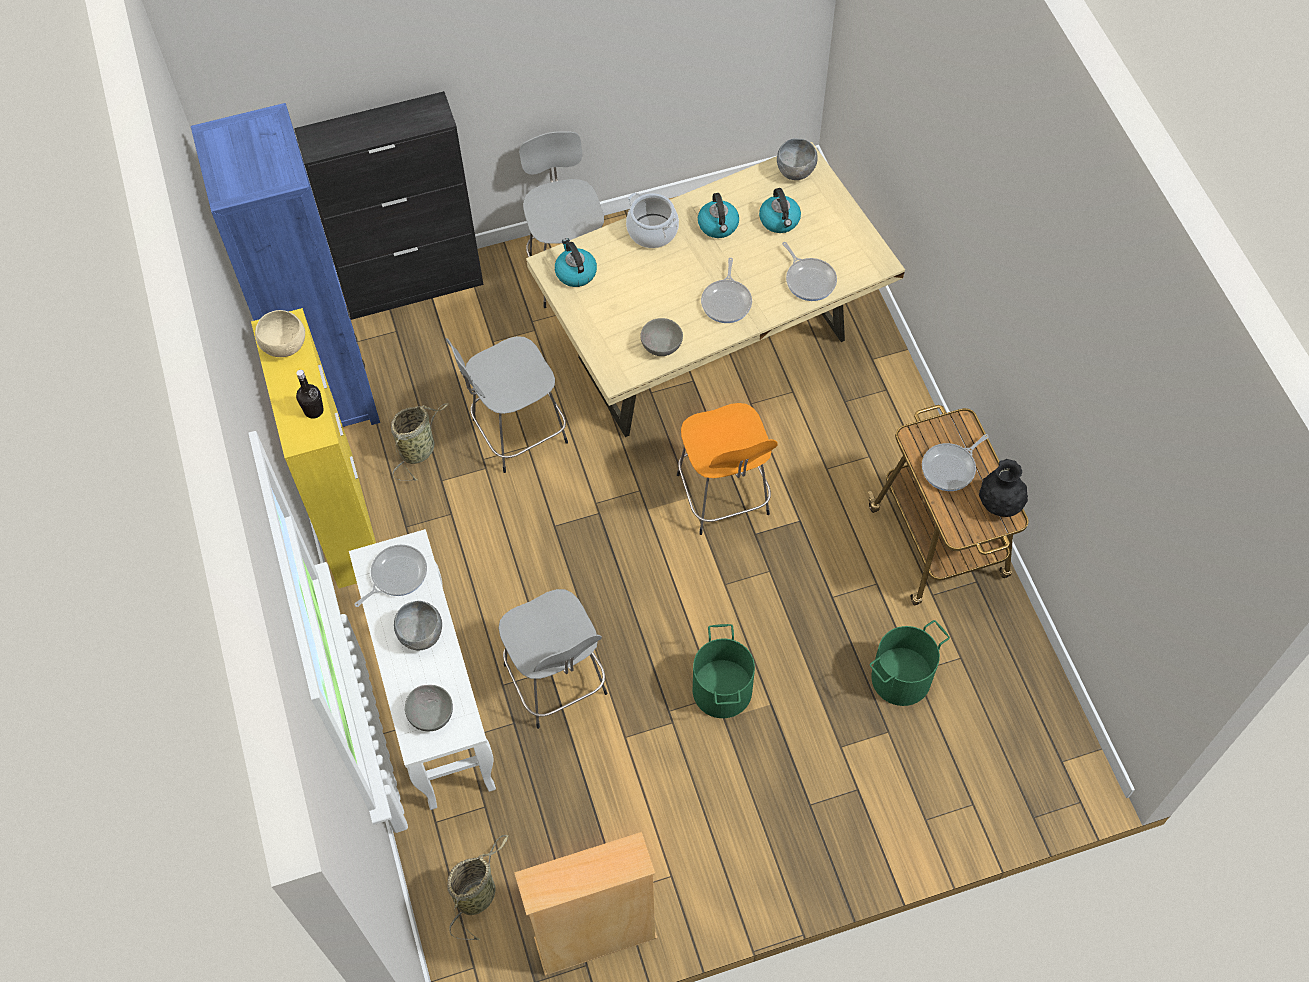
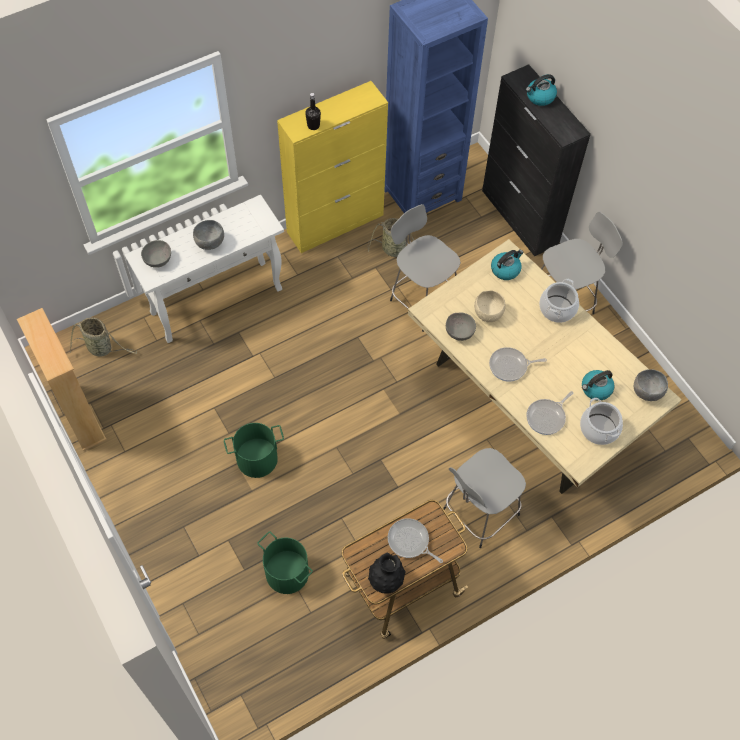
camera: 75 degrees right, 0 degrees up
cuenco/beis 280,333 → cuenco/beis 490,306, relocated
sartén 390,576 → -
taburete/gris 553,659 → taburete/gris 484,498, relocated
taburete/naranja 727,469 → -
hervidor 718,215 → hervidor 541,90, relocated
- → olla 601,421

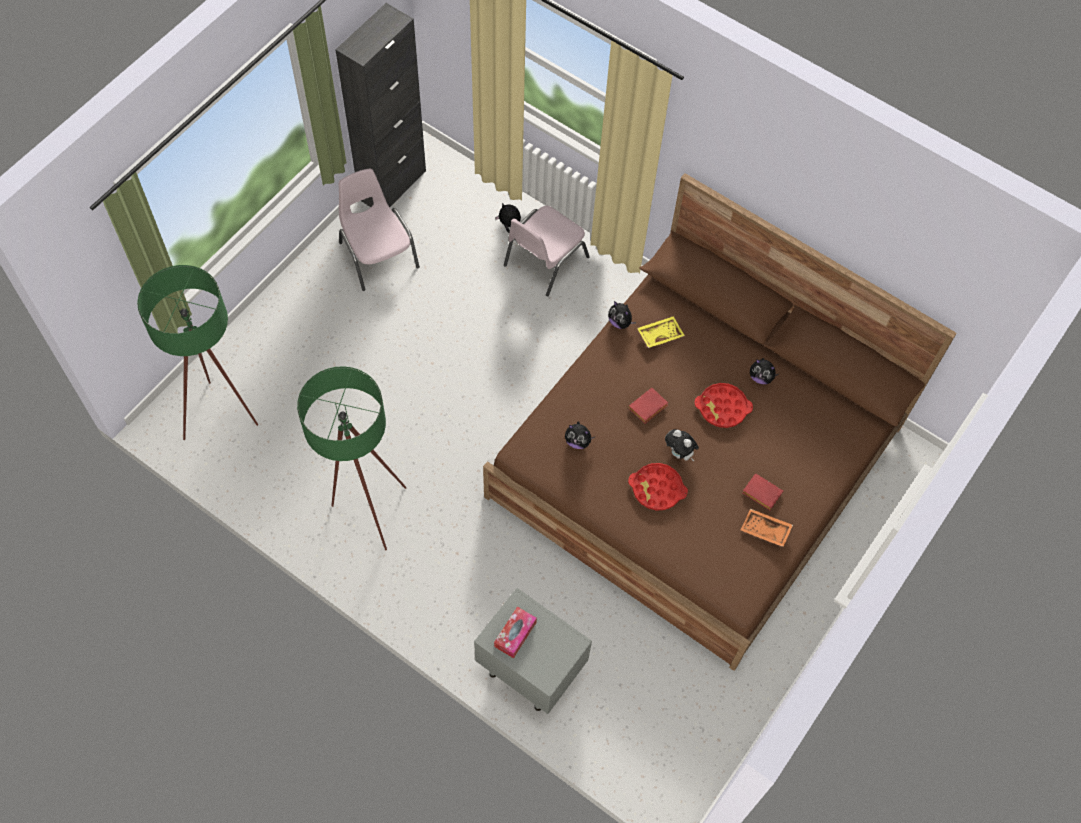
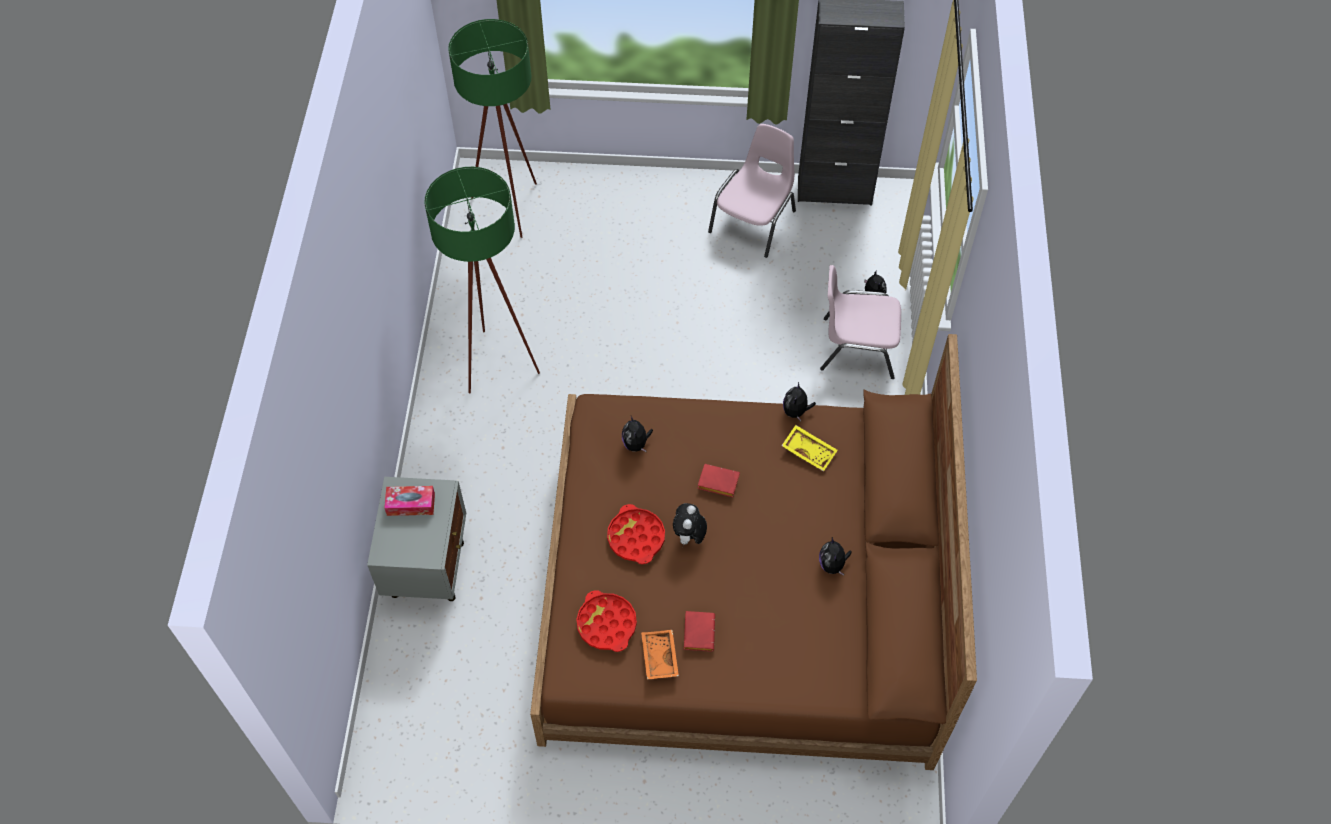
camera: 60 degrees right, 5 degrees down
bandeja/rojo 724,405 → bandeja/rojo 606,621, relocated

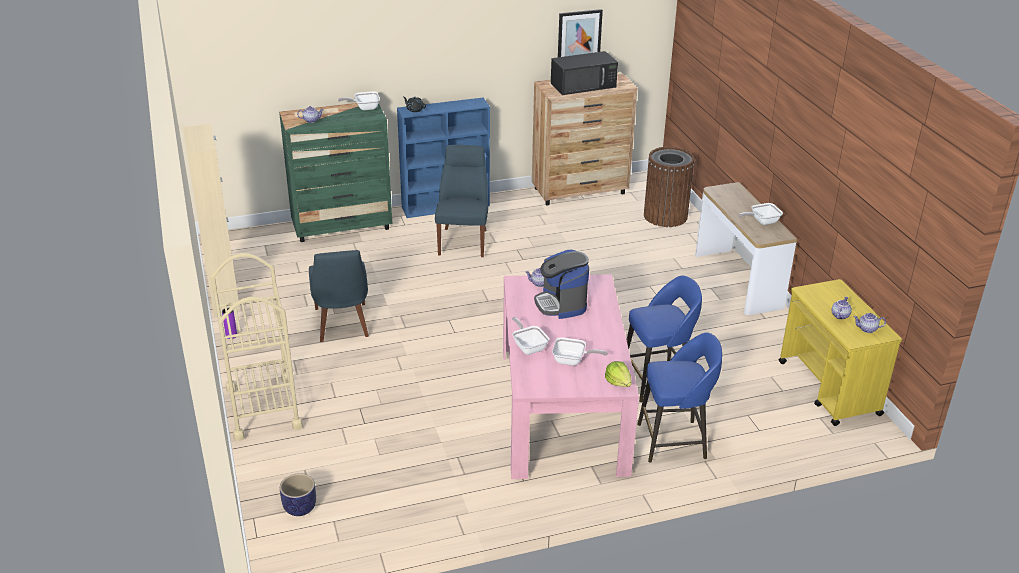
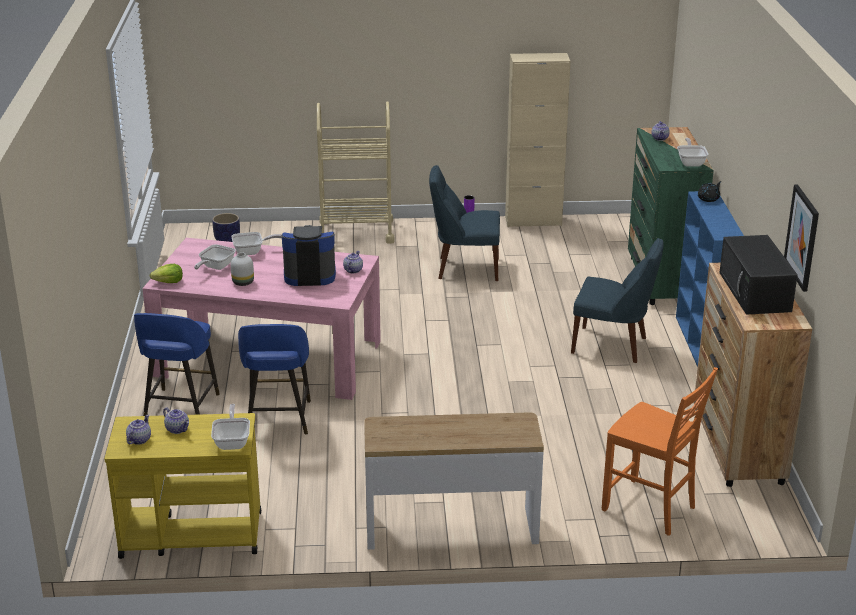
camera: 105 degrees right, 5 degrees down
papelera/marrón 669,187 → silla/naranja 660,451
sartén 761,214 → sartén 230,427, relocated
- → florero/blanco 242,269

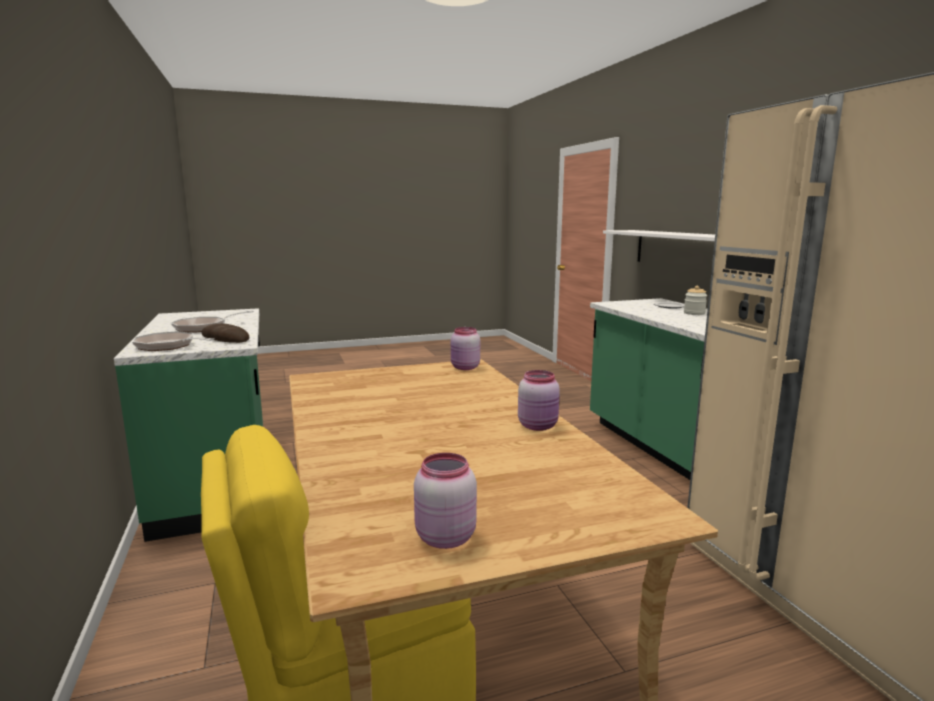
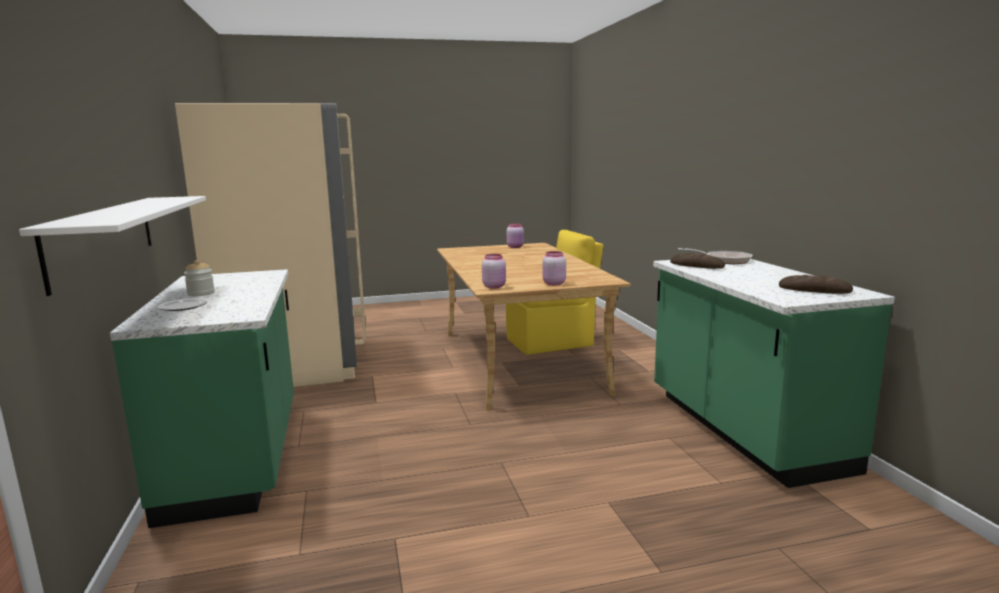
camera: 175 degrees left, 0 degrees up
sartén 212,321 → -
tarro/rosa 539,400 → tarro/rosa 554,268, relocated
- → pan 816,284

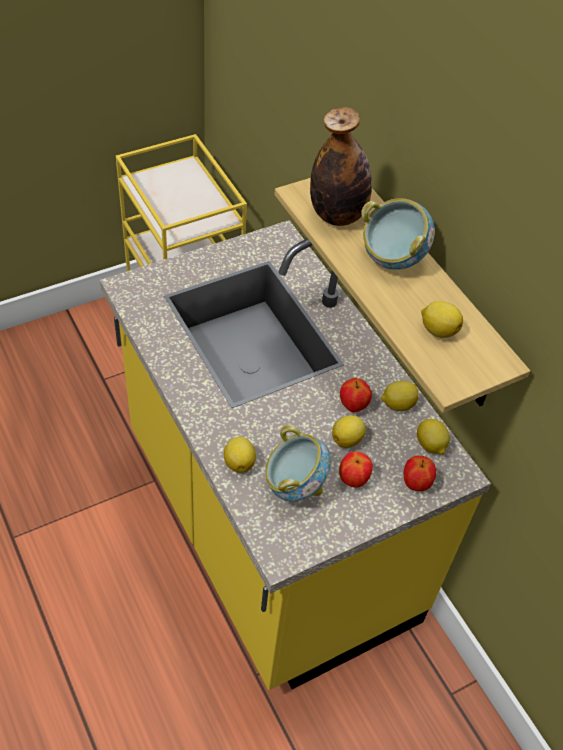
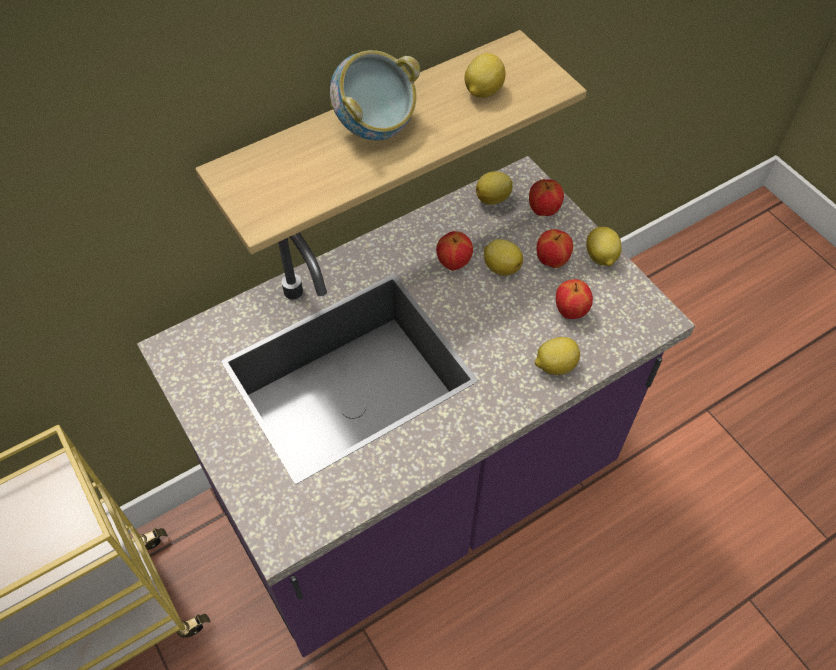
camera: 90 degrees left, 5 degrees up
mueble bajo de cocina/amarillo 295,455 → mueble bajo de cocina/morado 416,406
cuenco 298,463 → manzana 574,299
botella 341,166 → -
limón 399,396 → limón 604,247, relocated

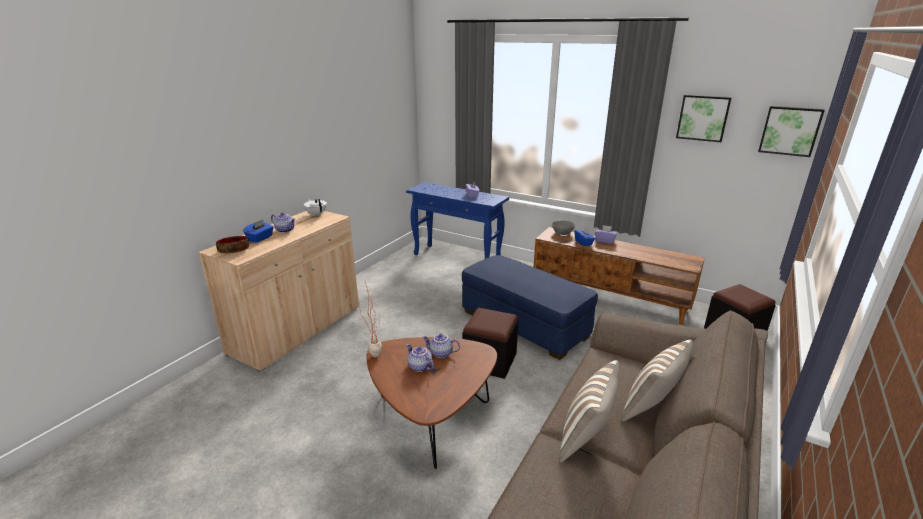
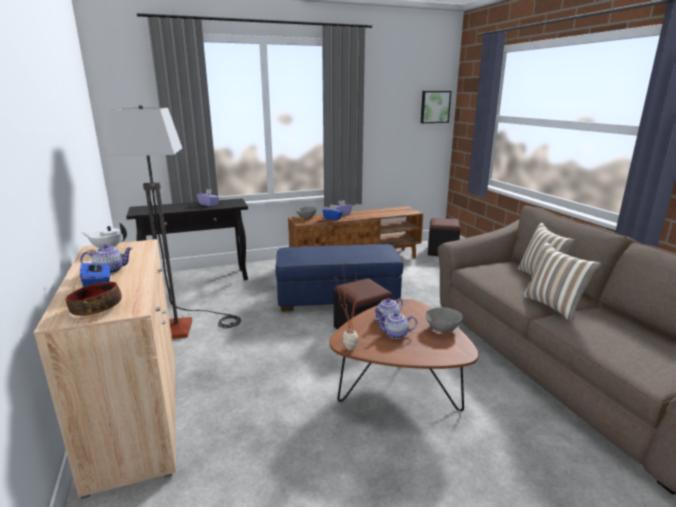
camera: 50 degrees left, 5 degrees down
mesa consola/azul 457,220 → mesa consola/negro 187,239
cuadro 704,118 → -
- → lámpara de pie 173,222
- → cuenco/gris 444,319

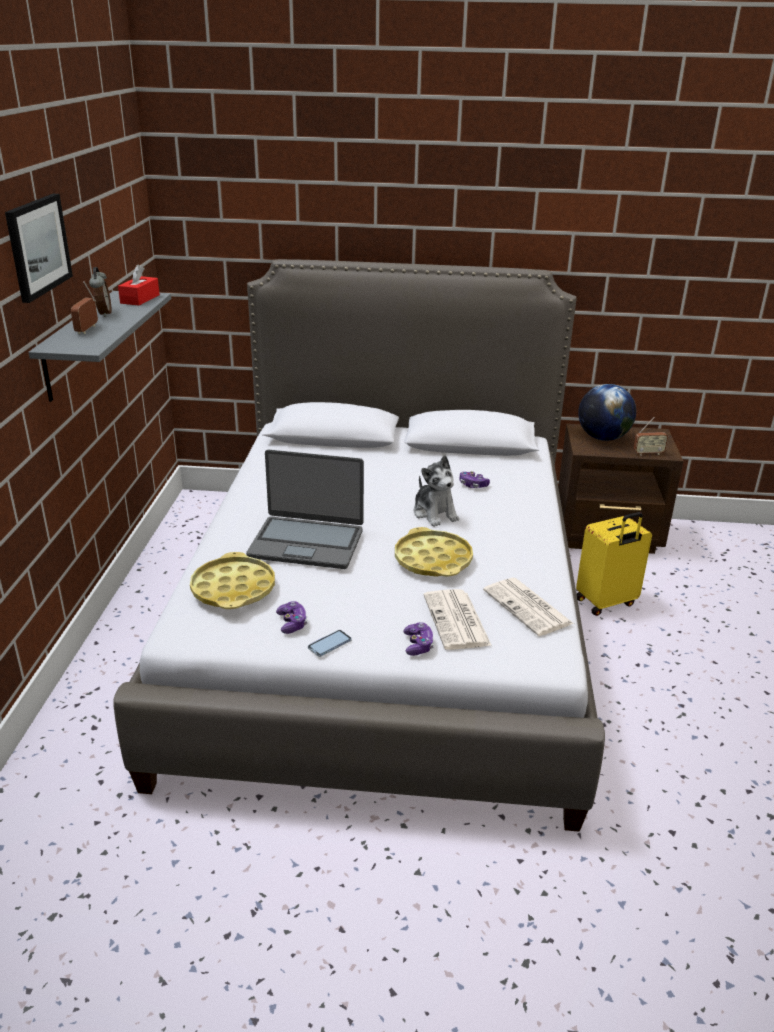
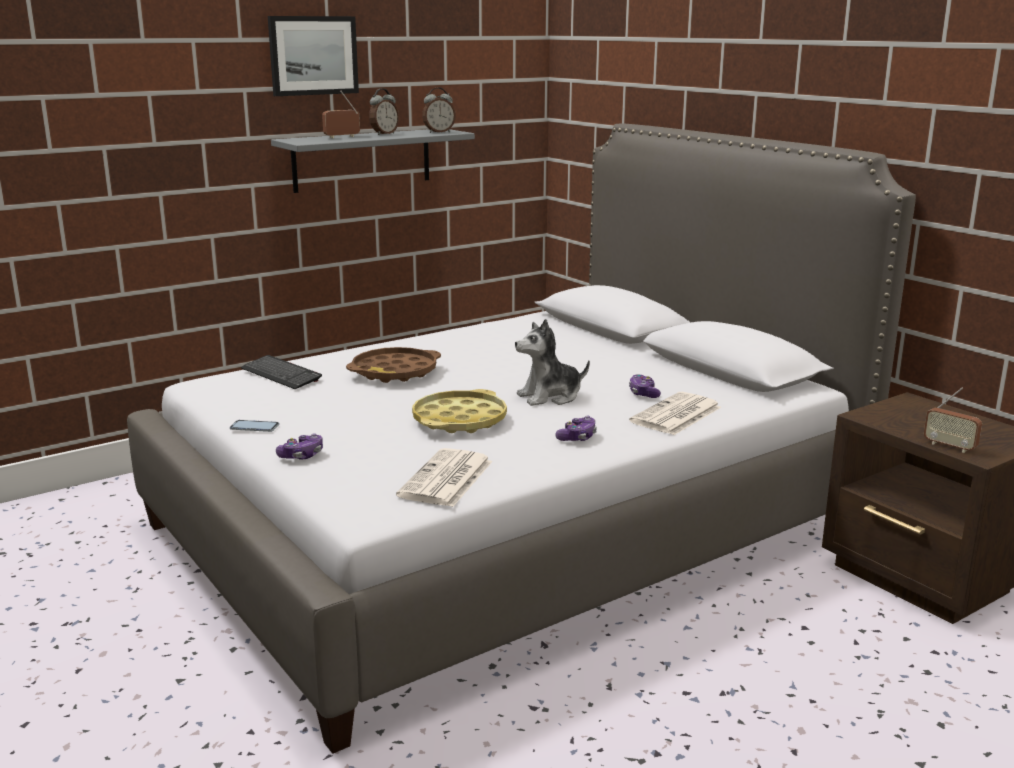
camera: 50 degrees right, 10 degrees down
caja de pañuelos/rojo 139,285 → despertador 439,110
bandeja/amarillo 232,580 → teclado 281,372
portátil 305,509 → bandeja/marrón 393,365
mando de consola 291,617 → mando de consola 576,428, relocated
peluche 436,491 → peluche 552,362, 45 degrees clockwise
periódico 458,619 → periódico 675,413, relocated
maleta/amarillo 614,564 → -
globo terráqueo 607,412 → -

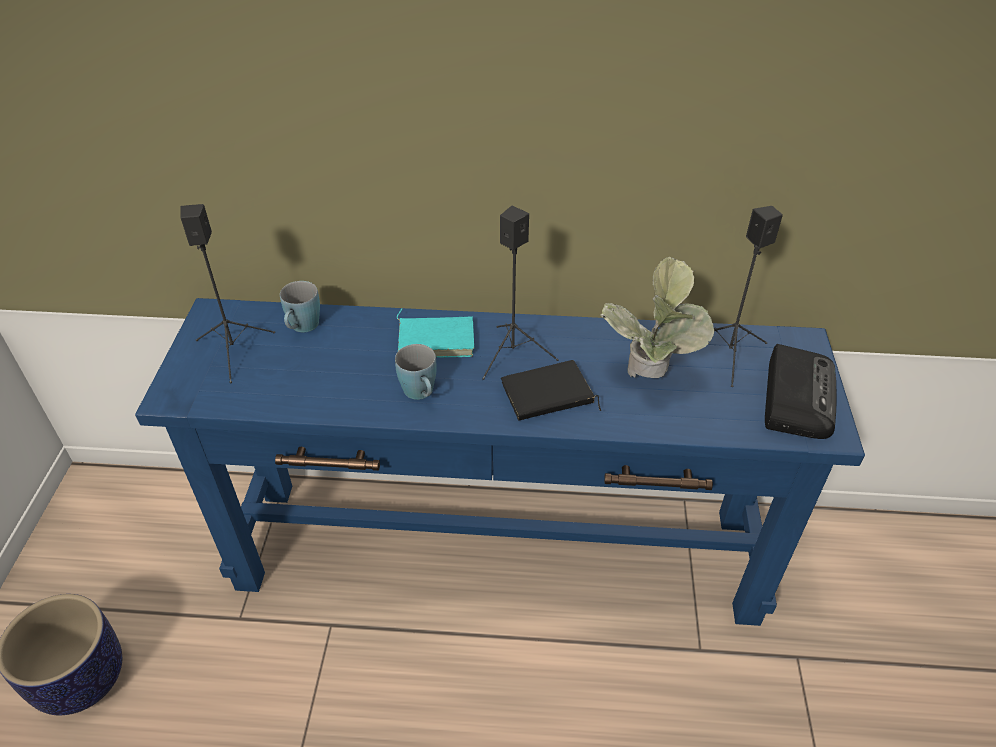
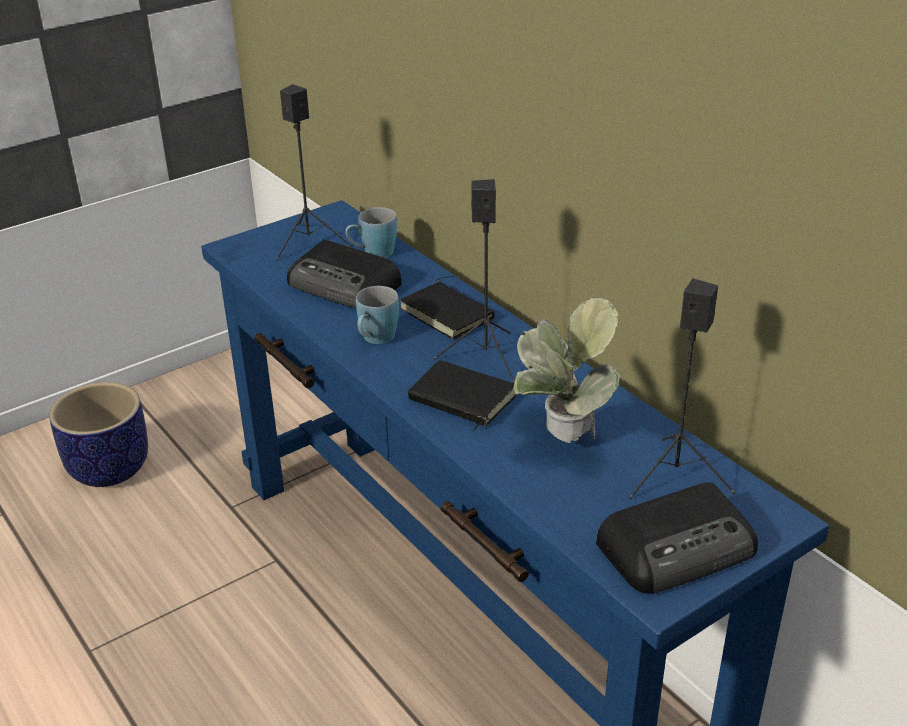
camera: 50 degrees right, 10 degrees down
libro/turquesa 435,333 → libro/negro 447,307
- → radio 344,274

